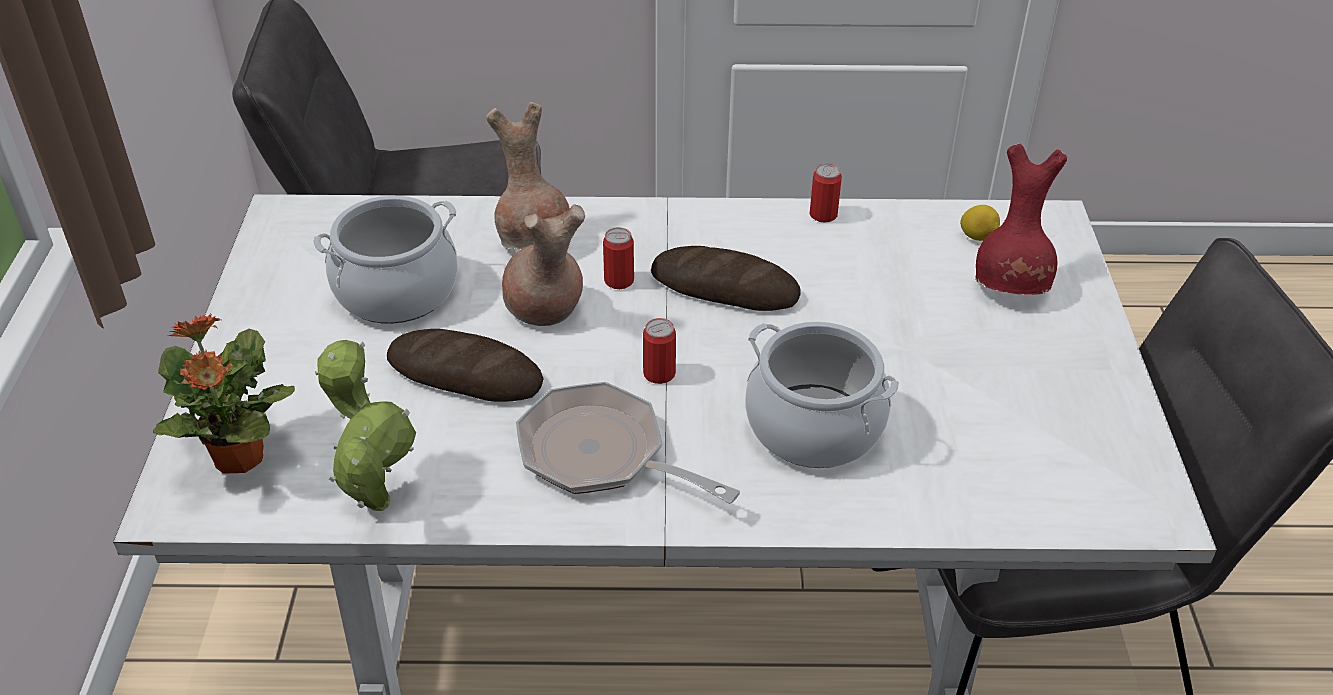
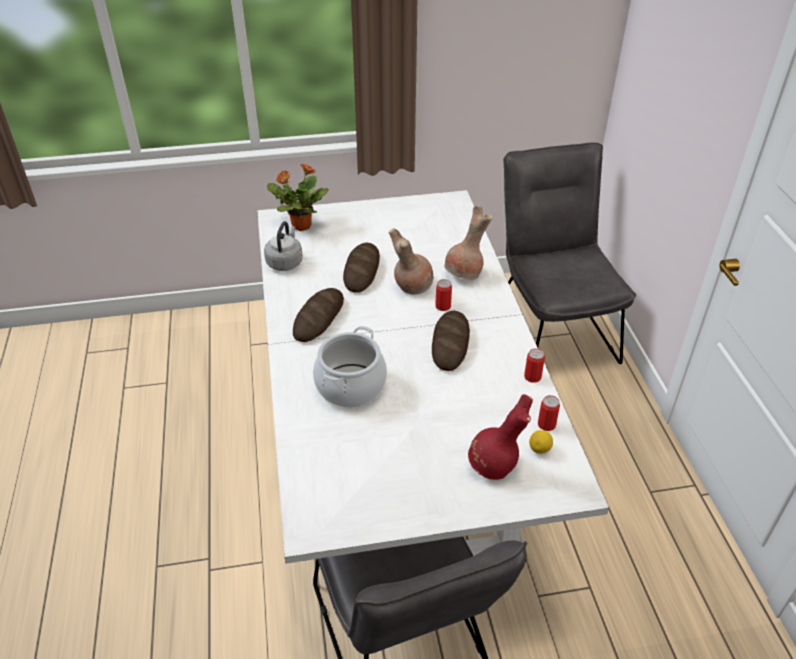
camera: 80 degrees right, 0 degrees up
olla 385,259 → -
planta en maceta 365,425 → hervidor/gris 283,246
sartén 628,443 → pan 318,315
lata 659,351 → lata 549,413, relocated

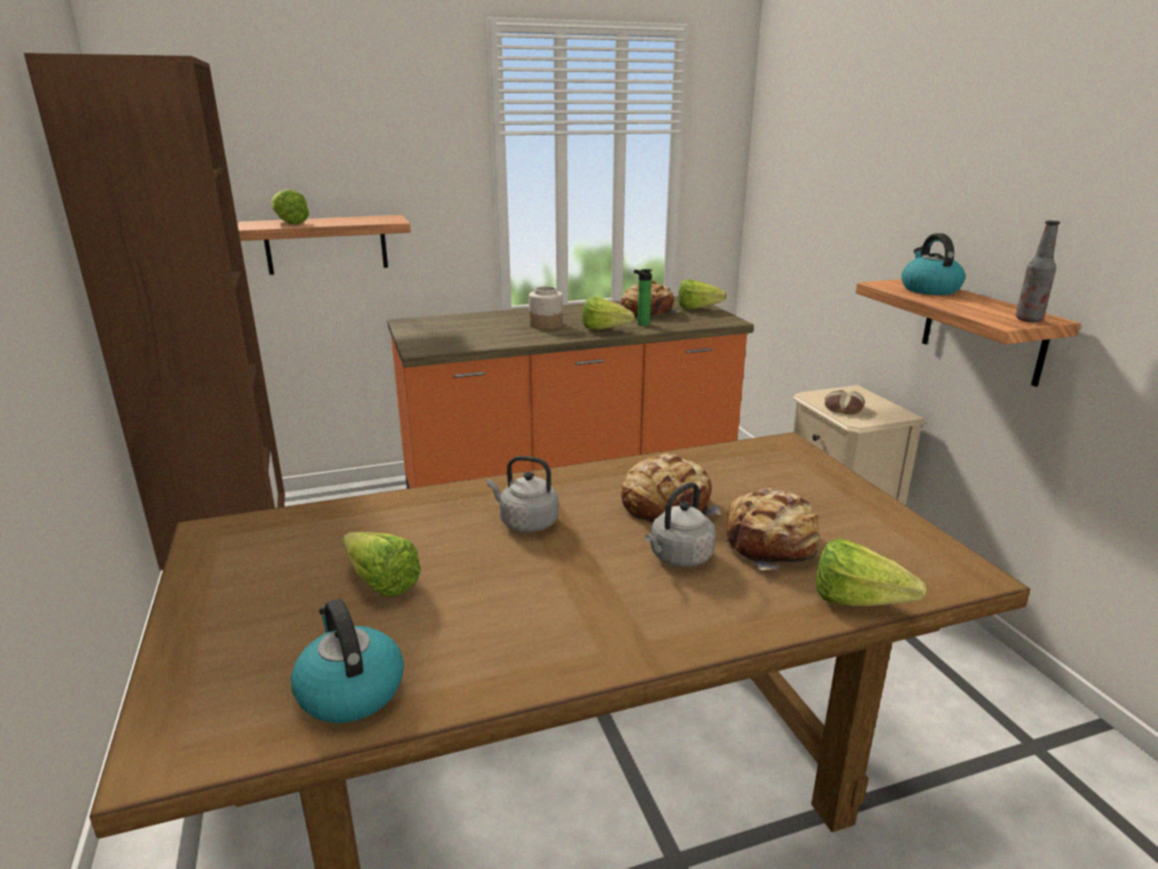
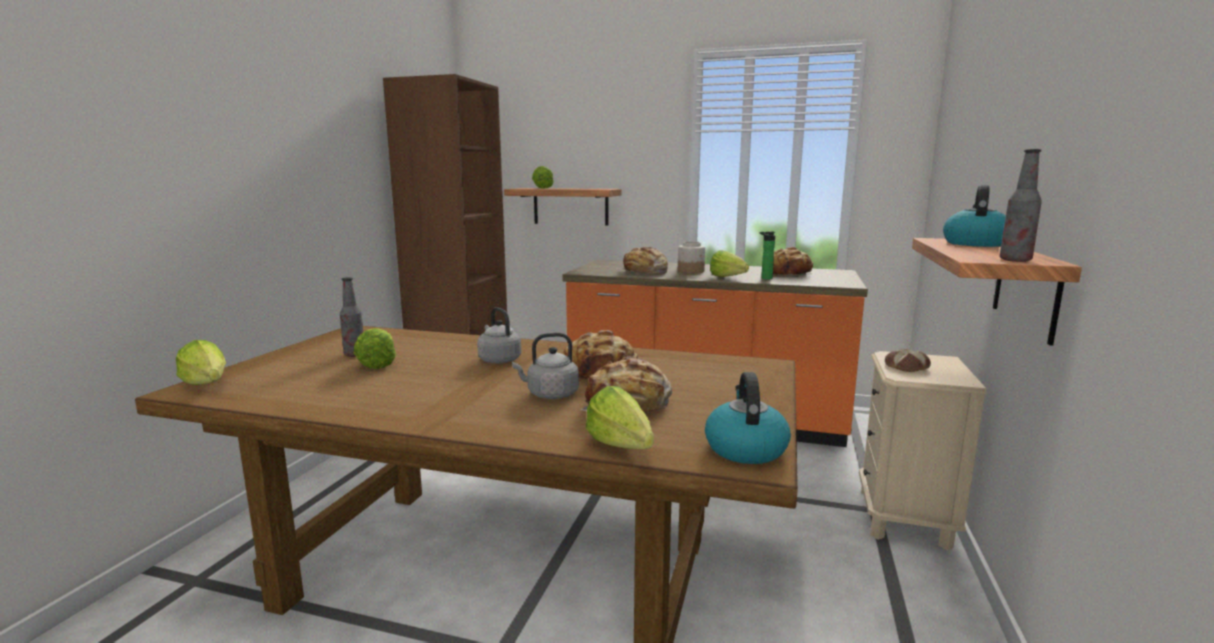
camera: 35 degrees right, 10 degrees down
hervidor 347,661 → hervidor 748,418, relocated
lechuga 702,294 → lechuga 201,362, relocated
- → botella 351,317
- → pan 642,260

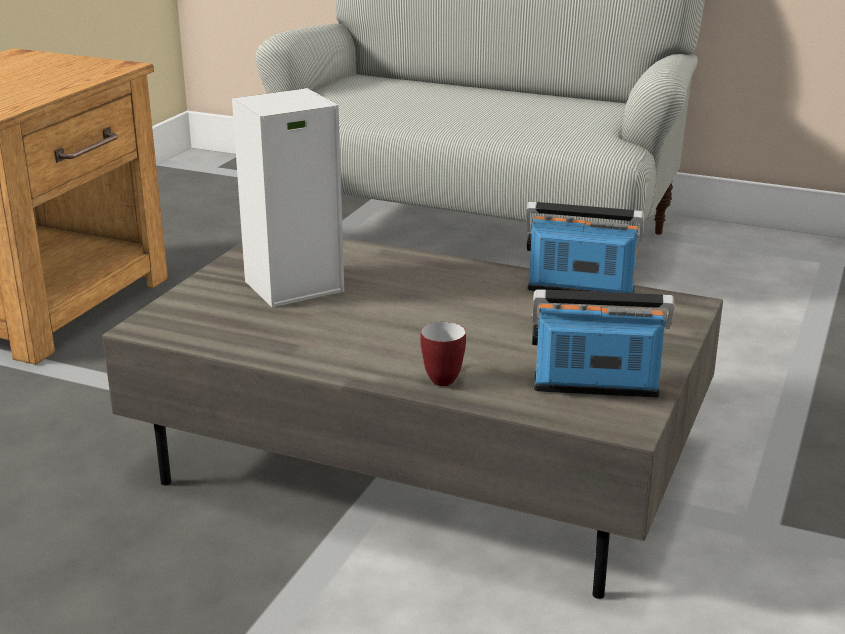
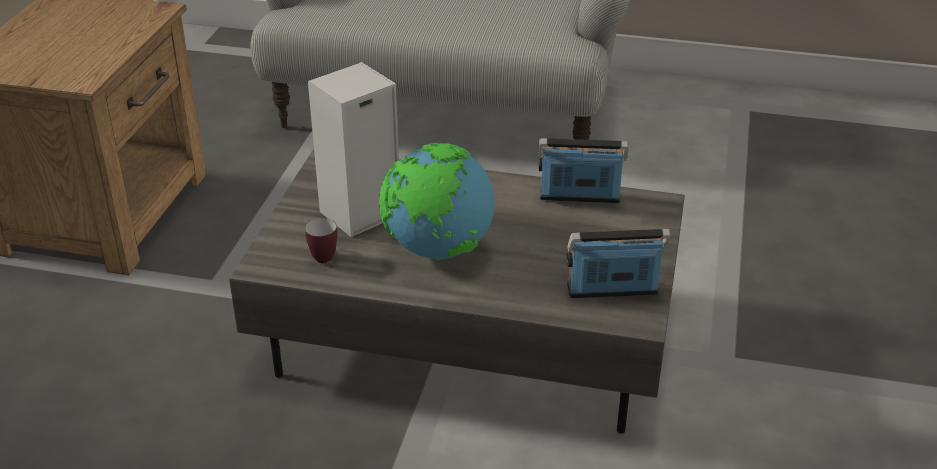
camera: 10 degrees left, 10 degrees up
taza grande 443,354 → taza grande 321,240, relocated
- → globo terráqueo 437,201

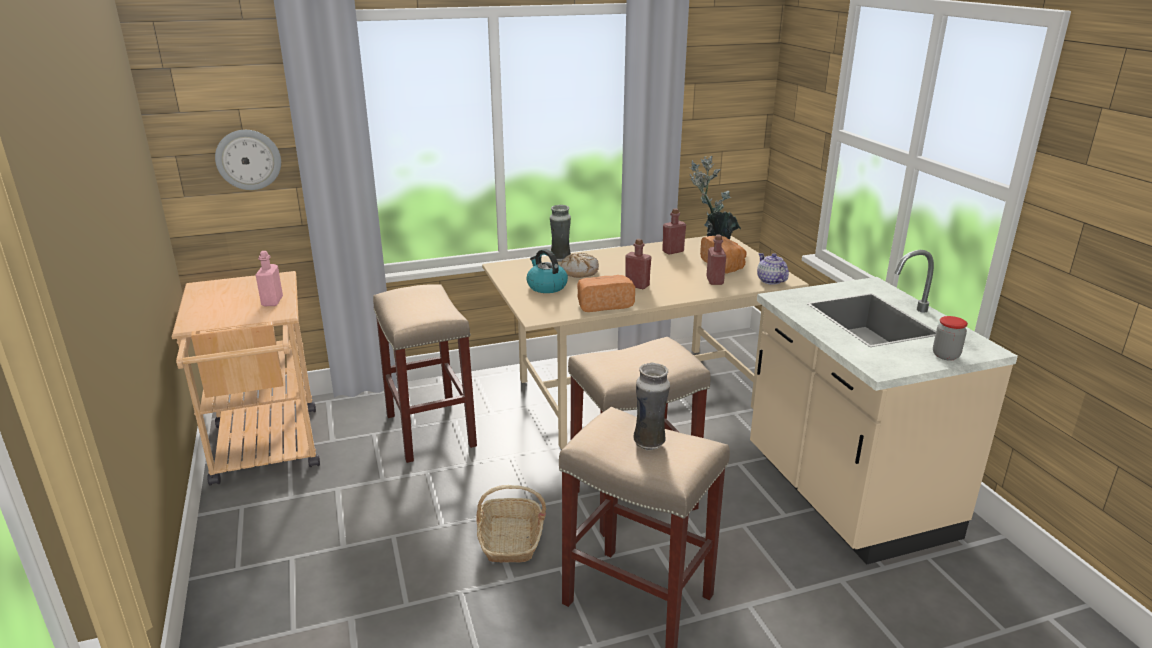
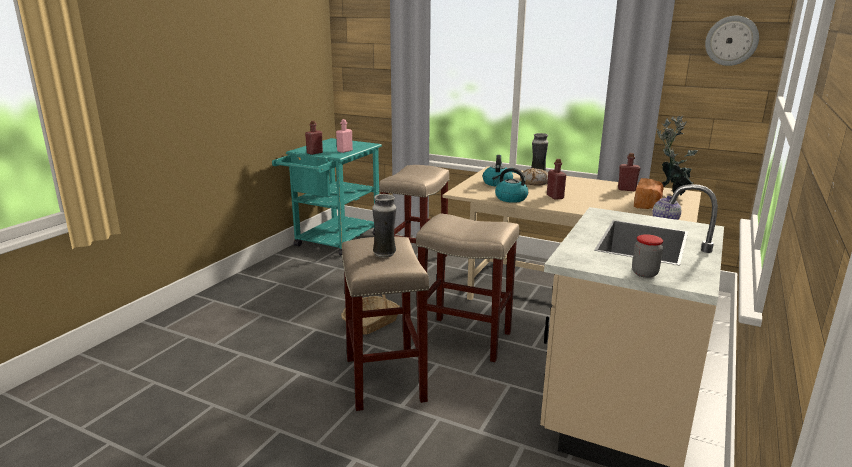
camera: 45 degrees right, 5 degrees down
carrito/beis 246,378 → carrito/turquesa 327,196
reloj de pared 248,160 → reloj de pared 732,41, relocated
pan 606,293 → hervidor 510,185
botella/rojo 716,260 → botella/rojo 314,138, relocated

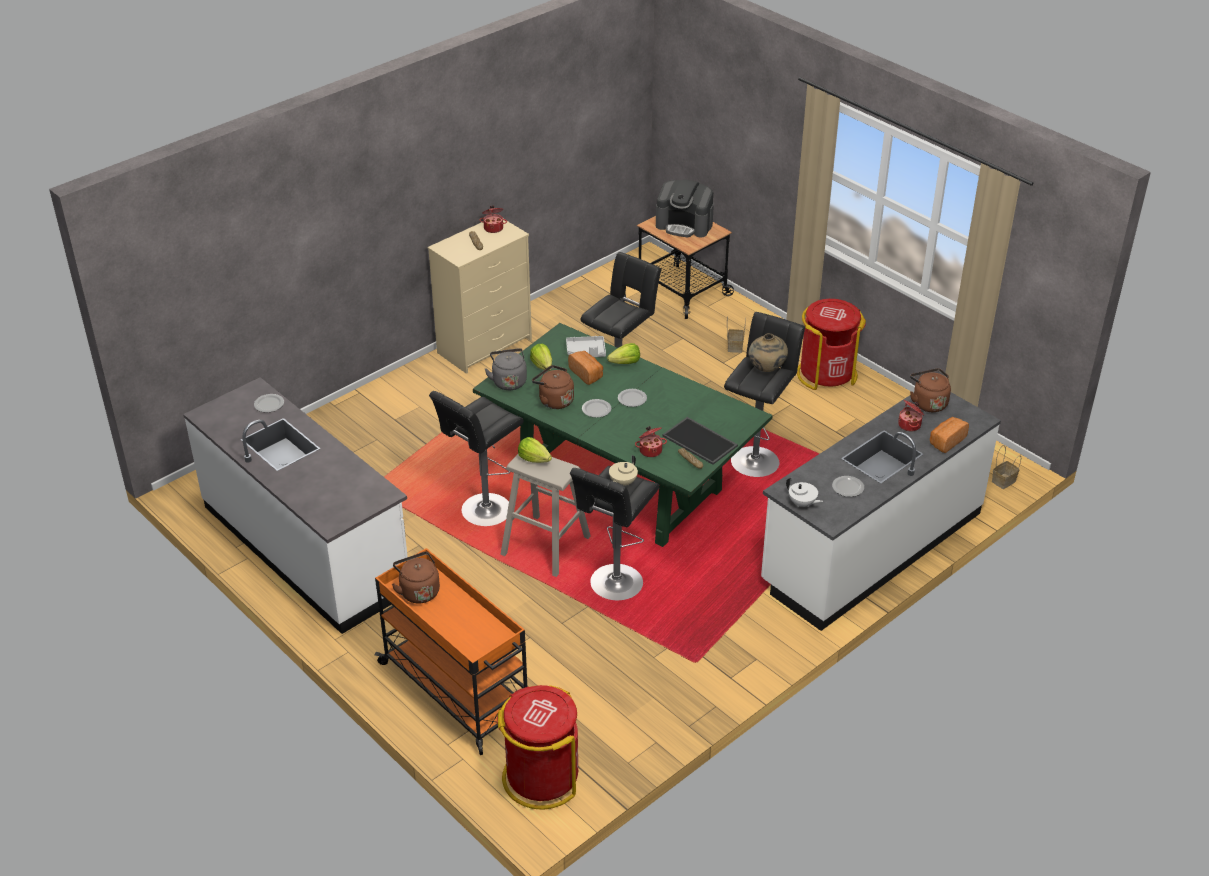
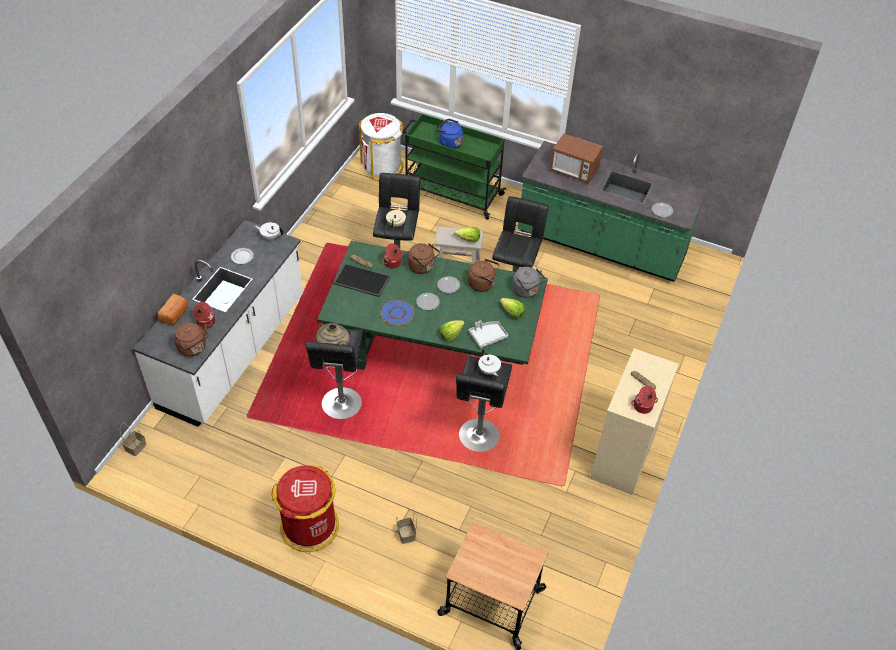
camera: 155 degrees right, 10 degrees up
mueble bajo de cocina/blanco 295,505 → mueble bajo de cocina/verde 612,211
carrito/naranja 451,651 → carrito/verde 454,167
hervidor/marrón 416,577 → hervidor/marrón 424,258, relocated
papelera/rojo 537,747 → papelera/blanco 381,147
pan 585,368 → -
cafetera 685,208 → -
- → plato/azul 397,312
- → hervidor/azul 449,134
- → tetera/blanco 489,362
- → microondas 576,158

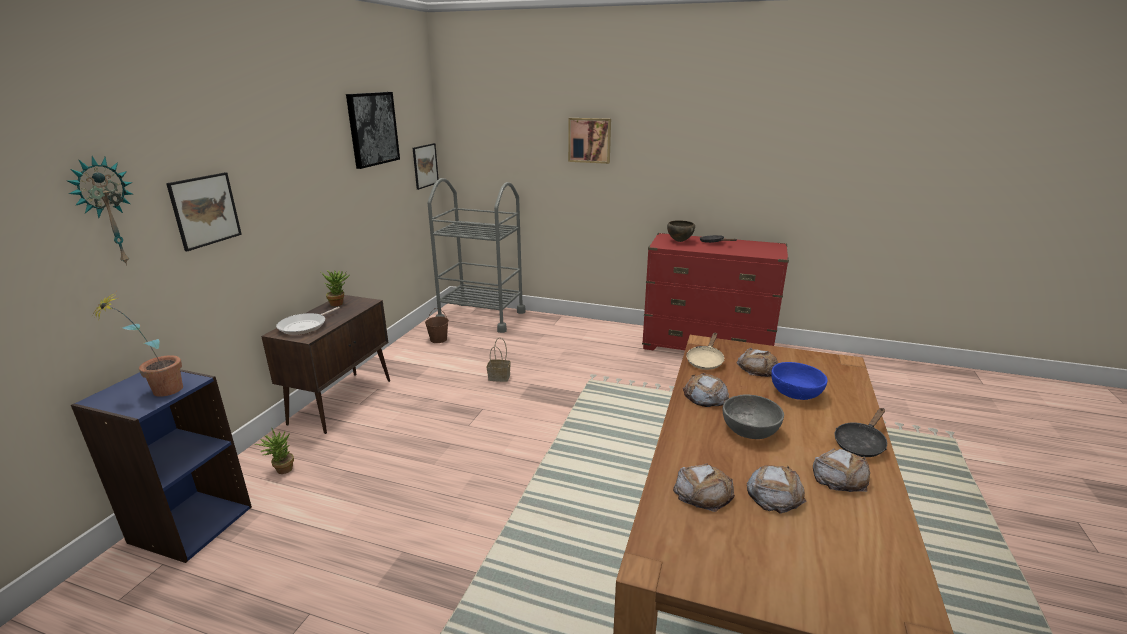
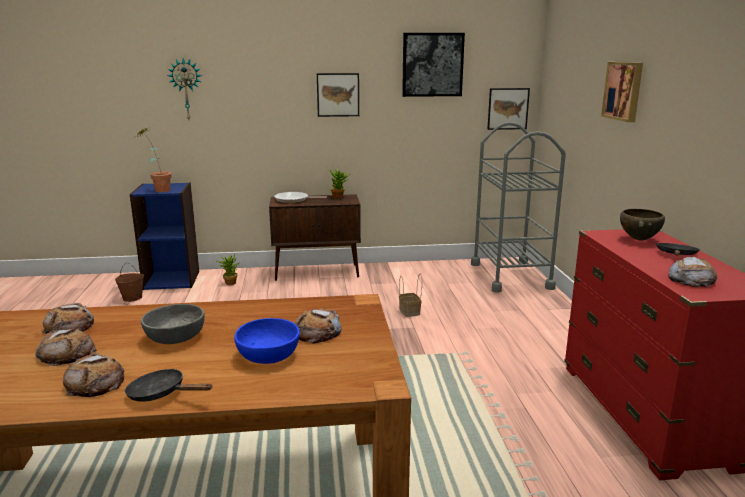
camera: 65 degrees right, 5 degrees down
cuadro 204,211 → cuadro 338,95, relocated
cubo/marrón 437,325 → cubo/marrón 129,282, relocated
pan 706,390 → pan 693,272, relocated
sartén/beis 706,351 → -

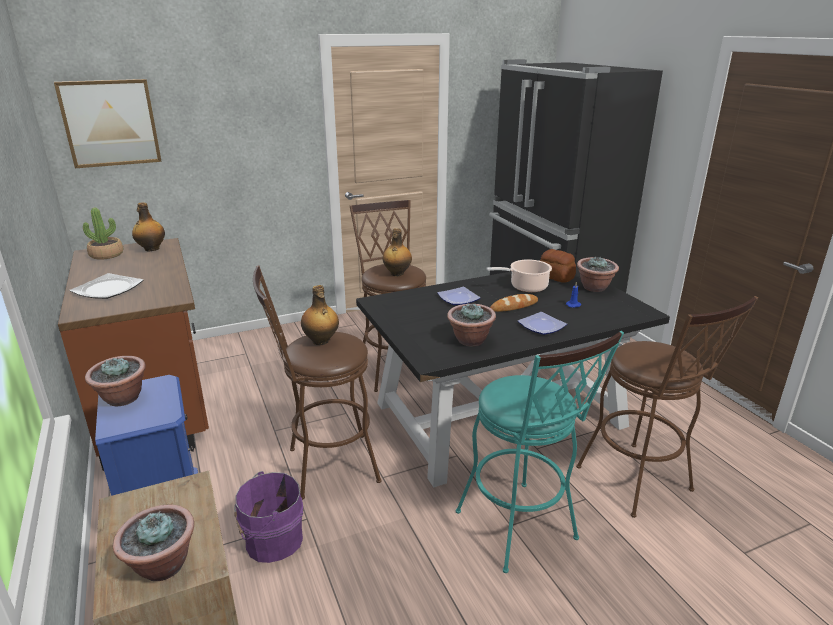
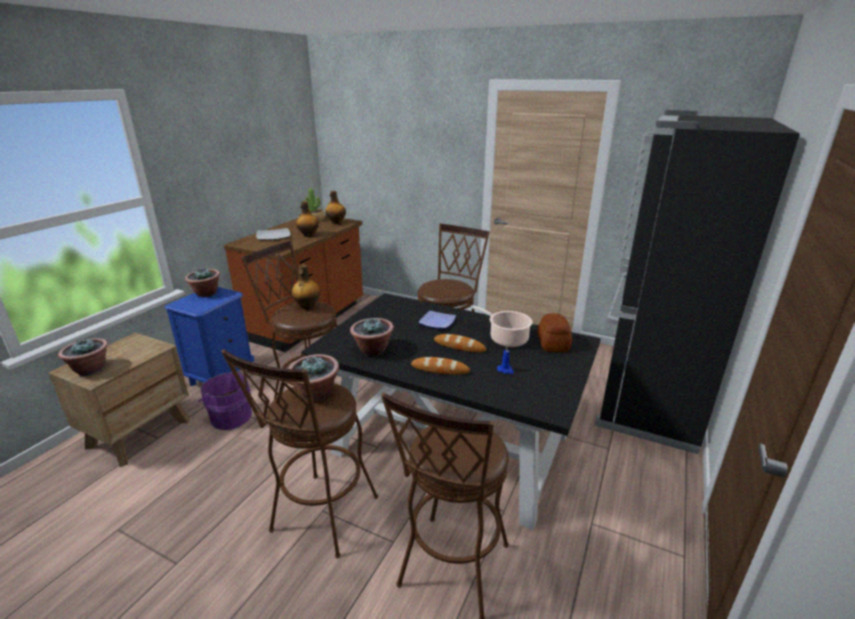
camera: 50 degrees right, 0 degrees up
cuadro 108,123 → -
botella 397,252 → botella 307,219, relocated
taburete/turquesa 540,452 → taburete/marrón 299,453
plato 542,323 → pan 440,366
planta en maceta 598,274 → planta en maceta 313,377, relocated

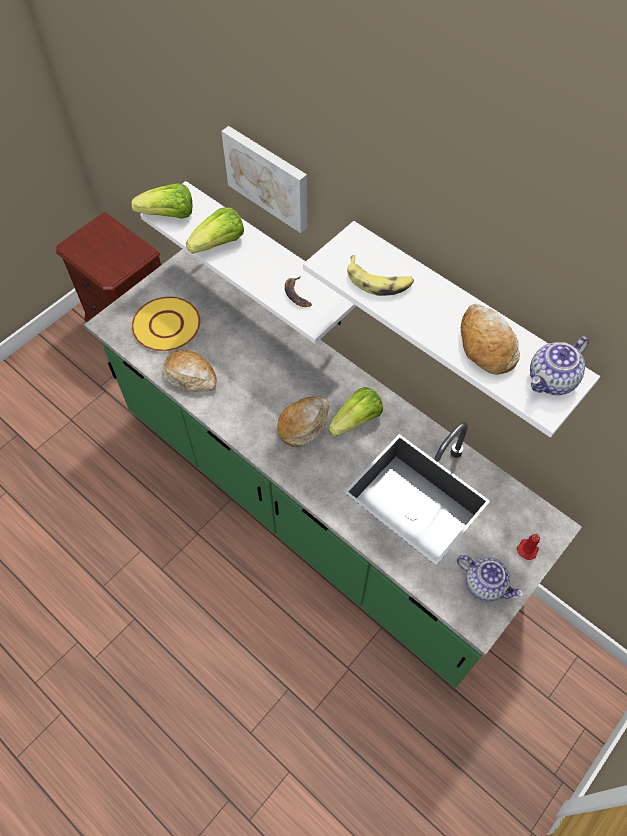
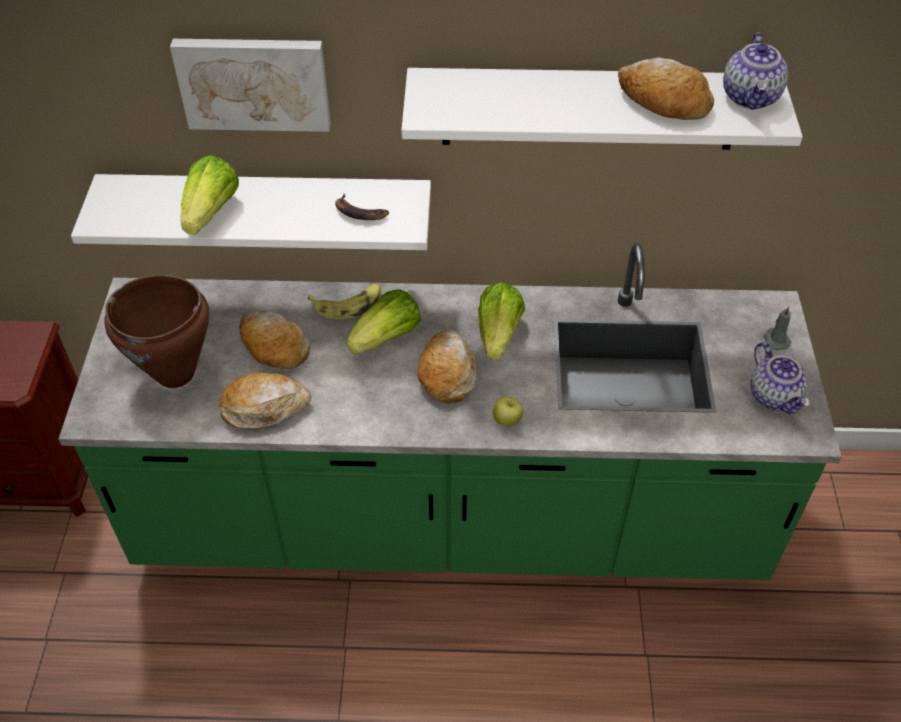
camera: 40 degrees left, 10 degrees down
lechuga 161,201 → lechuga 384,322, relocated
plato/amarillo 166,324 → olla/marrón 156,331
plátano 380,275 → plátano 344,302, relocated
tetera 490,578 → tetera 780,378, 75 degrees clockwise
vela/rojo 528,547 → vela/gris 777,328
- → pan 274,340
- → manzana 508,411

